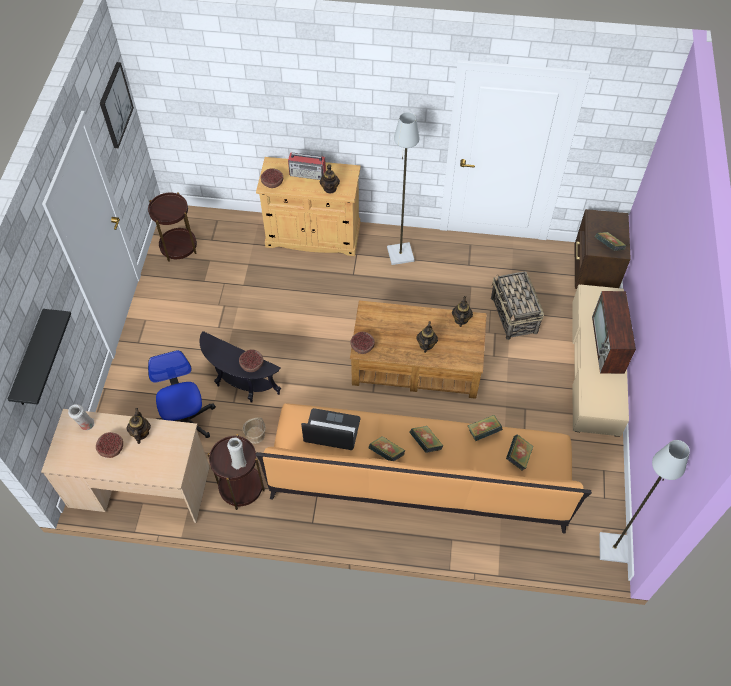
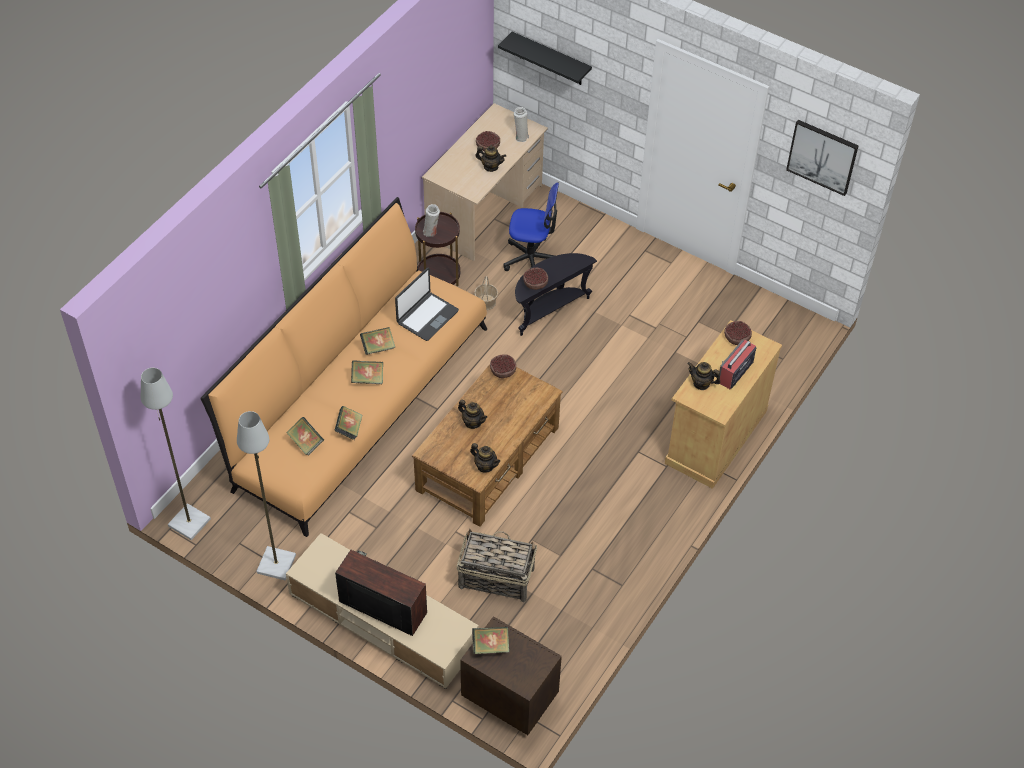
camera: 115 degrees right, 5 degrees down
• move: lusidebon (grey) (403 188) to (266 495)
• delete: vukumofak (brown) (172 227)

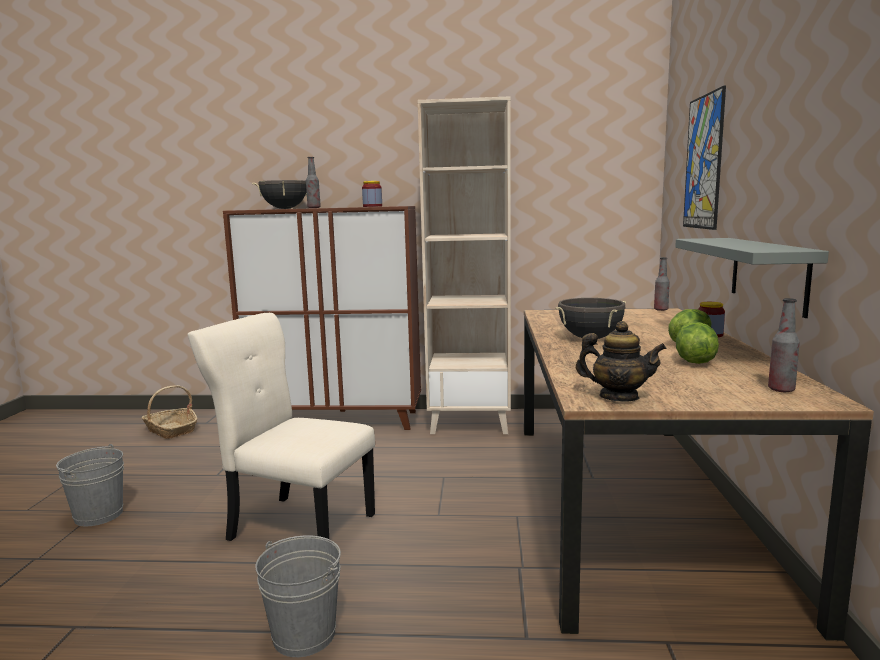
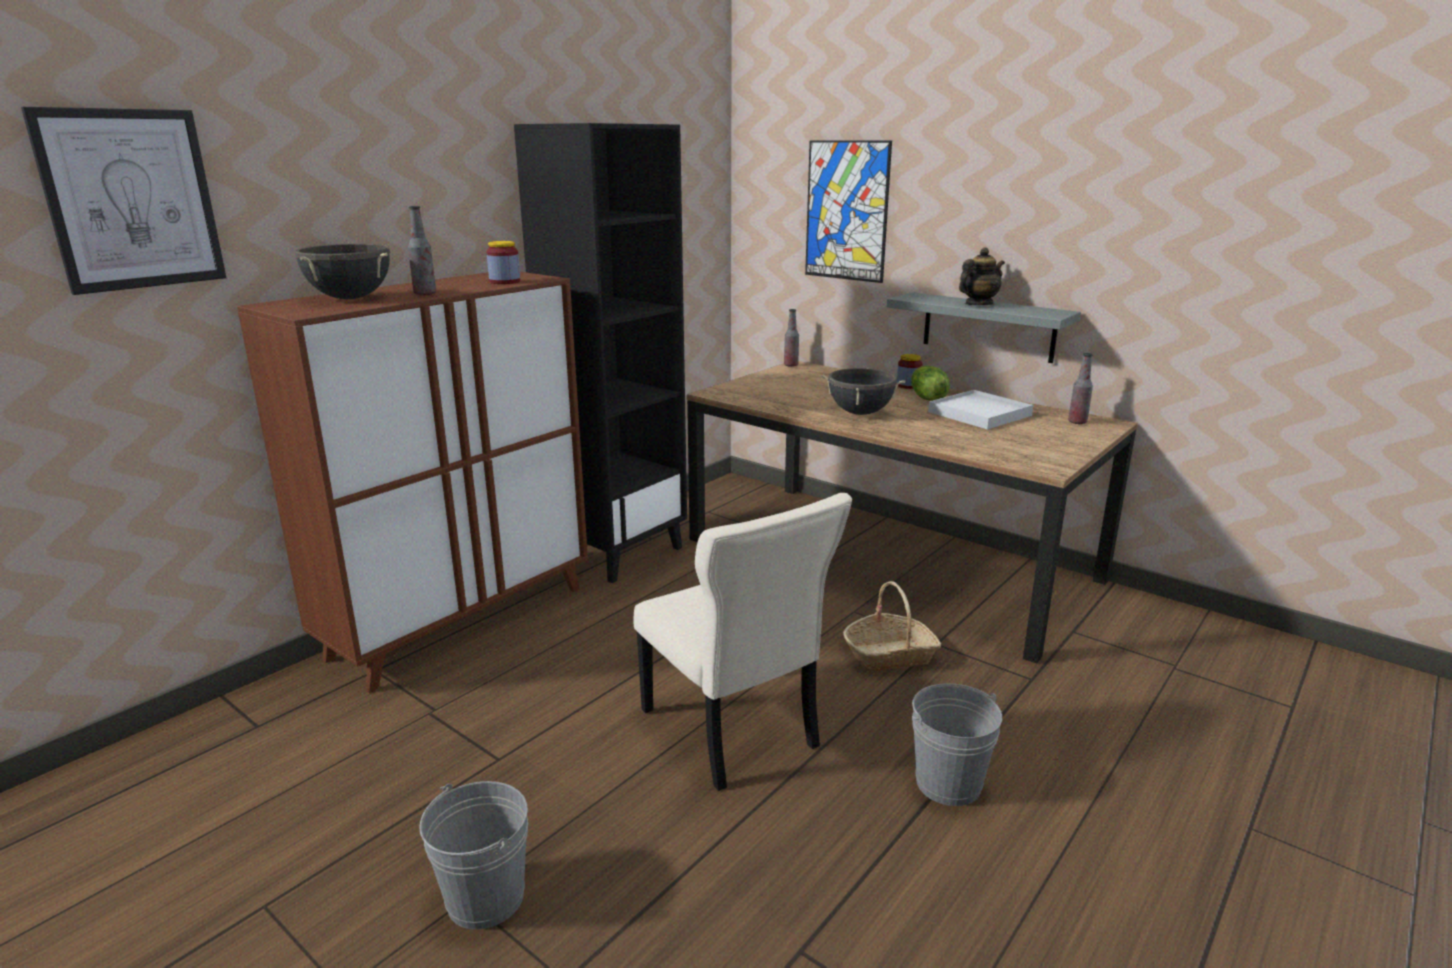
camera: 55 degrees left, 10 degrees up
• insert: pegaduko (123 201)
• recolor: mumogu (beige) (464 265) to mumogu (black) (600 353)
• rotate: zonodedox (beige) (281 427) = (743 642) 90 degrees counterclockwise
• move: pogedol (170 412) to (892 626)
• replace: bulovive (697 343) to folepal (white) (980 409)
• move: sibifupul (621 361) to (982 276)

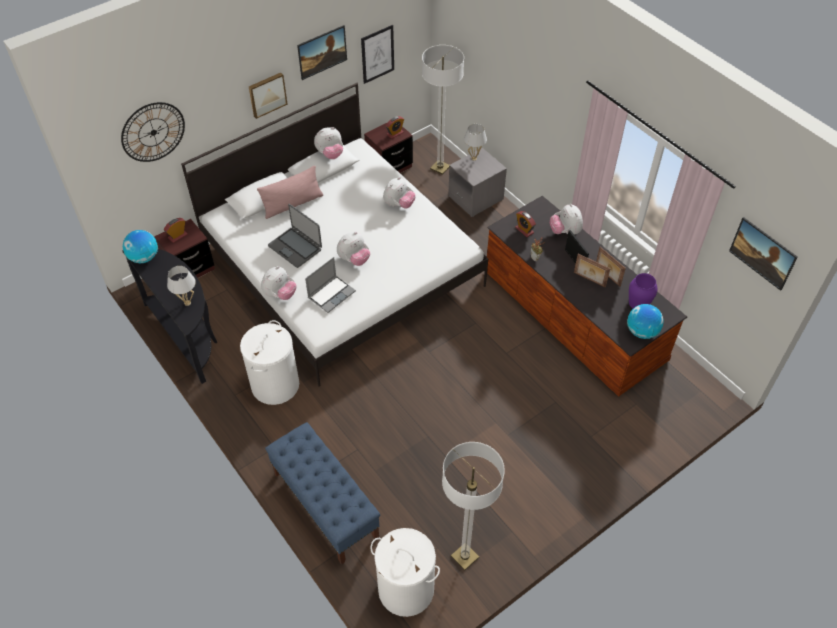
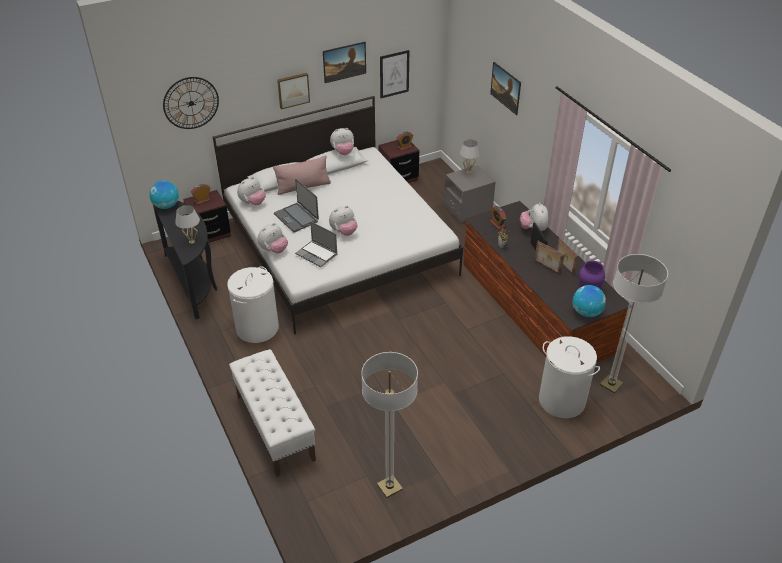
camera: 10 degrees right, 10 degrees down
• recolor: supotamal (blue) (322 493) to supotamal (white) (272 413)
• move: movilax (399 193) to (251 191)
• rotate: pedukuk (330 285) = (316 244) 75 degrees clockwise
• move: pegaduko (763 254) to (505 88)
• move: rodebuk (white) (405 572) to (569 377)
• move: lusidebon (443 110) to (634 323)

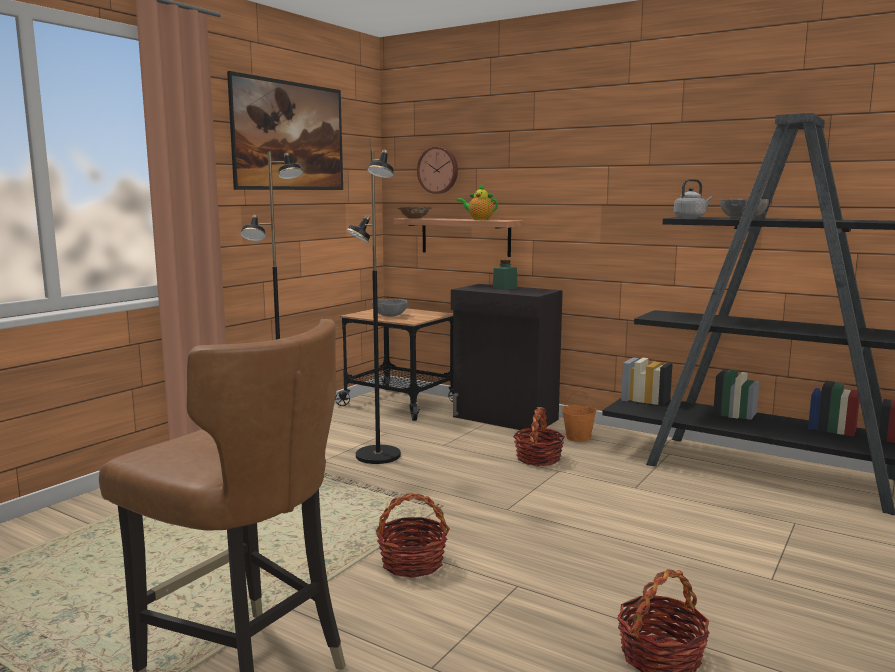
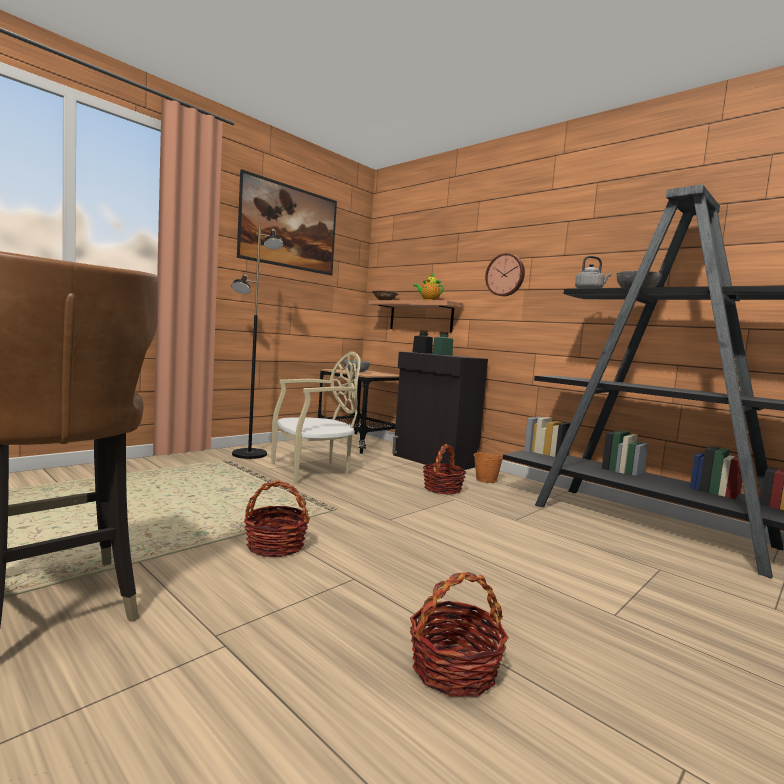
camera: 10 degrees right, 5 degrees down
• replace: lusidebon (black) (373 306) to zonodedox (beige) (315 418)
• insert: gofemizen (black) (422 342)
• move: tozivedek (437 170) to (505 274)

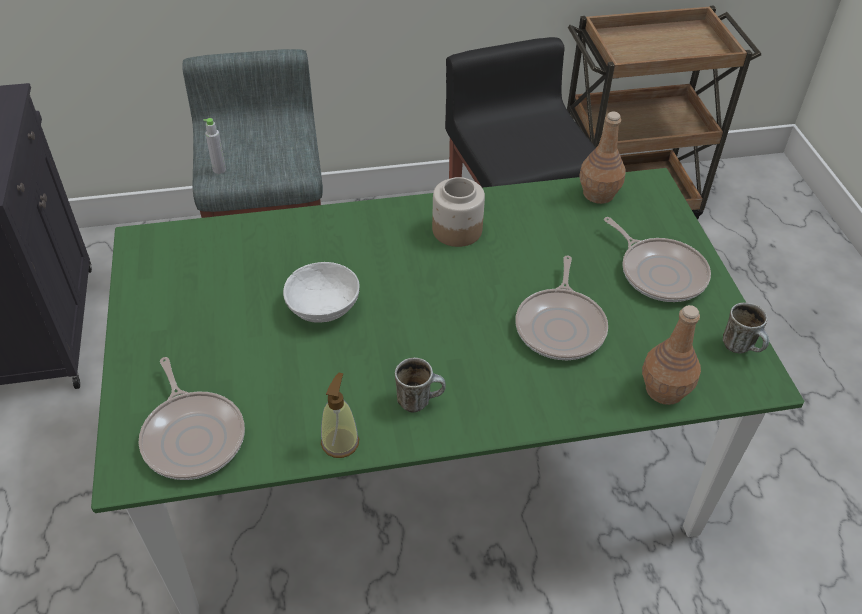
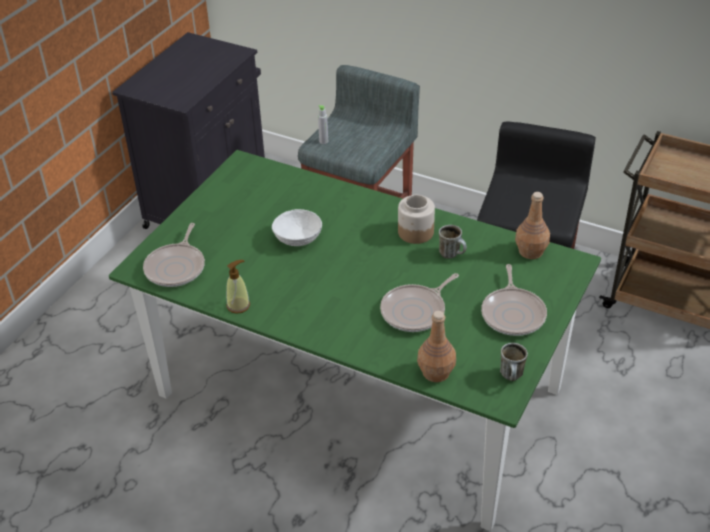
camera: 40 degrees right, 5 degrees down
• move: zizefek (420 385) to (453 242)

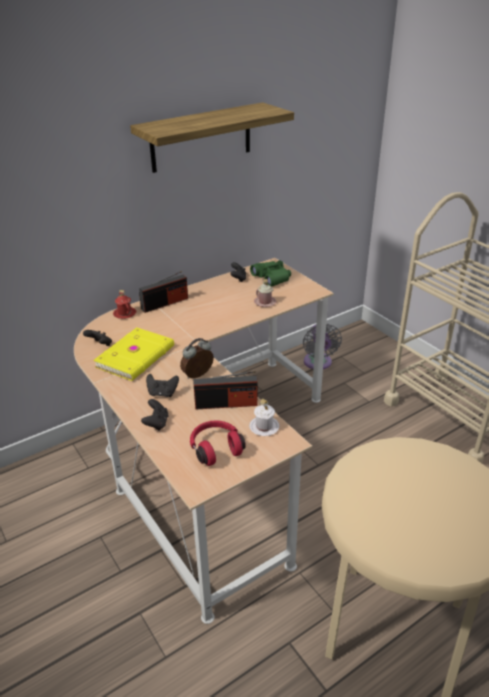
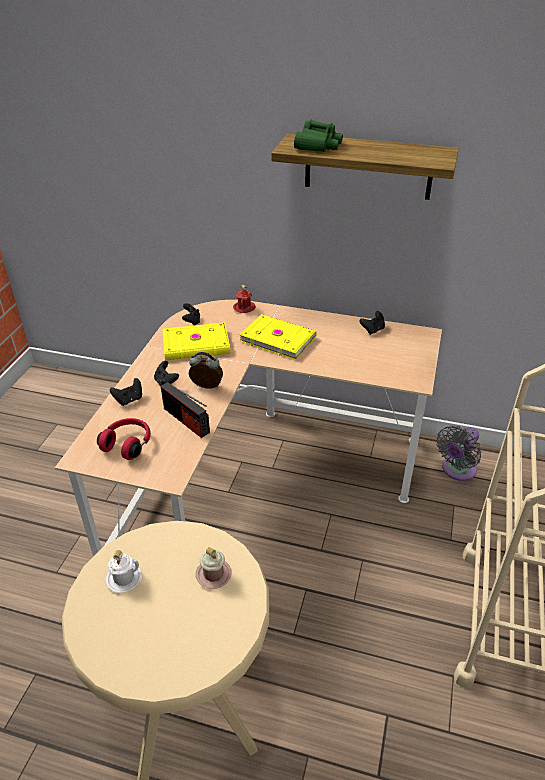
camera: 50 degrees right, 5 degrees up
• move: zizefek (white) (264 417) to (124 571)
• move: zizefek (pink) (265 293) to (214 568)
• insert: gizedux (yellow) (278 337)
• move: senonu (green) (270 273) to (318 135)
• delete: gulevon (163 292)

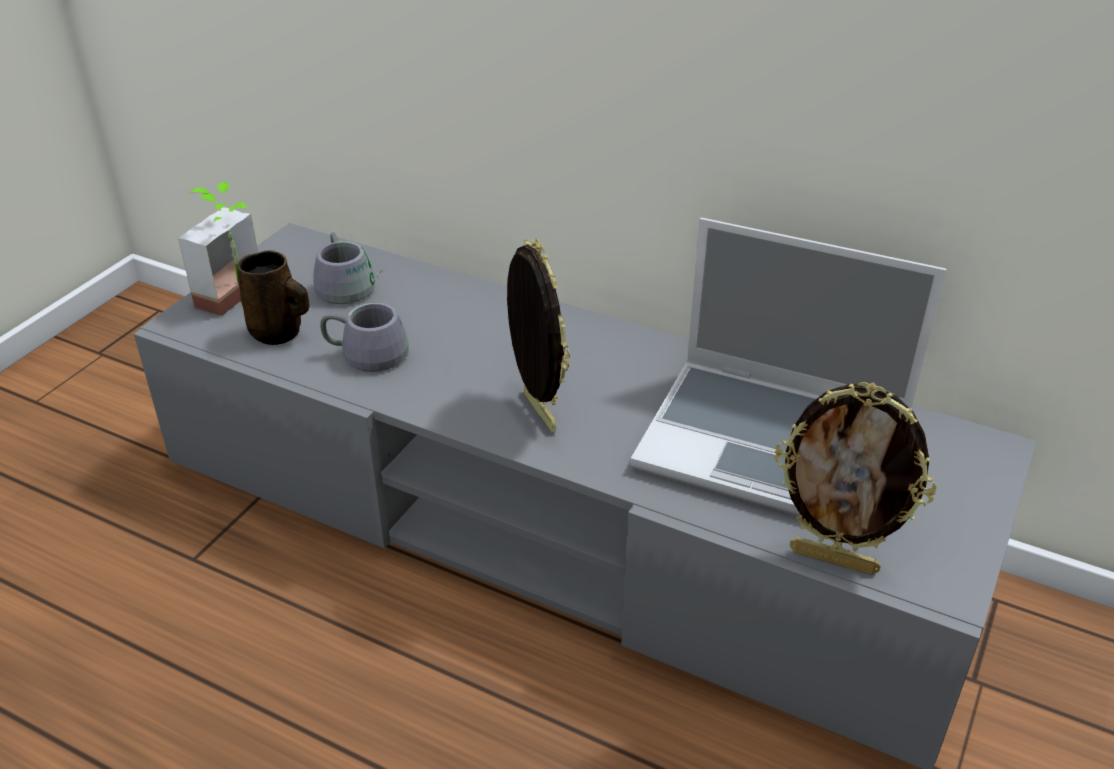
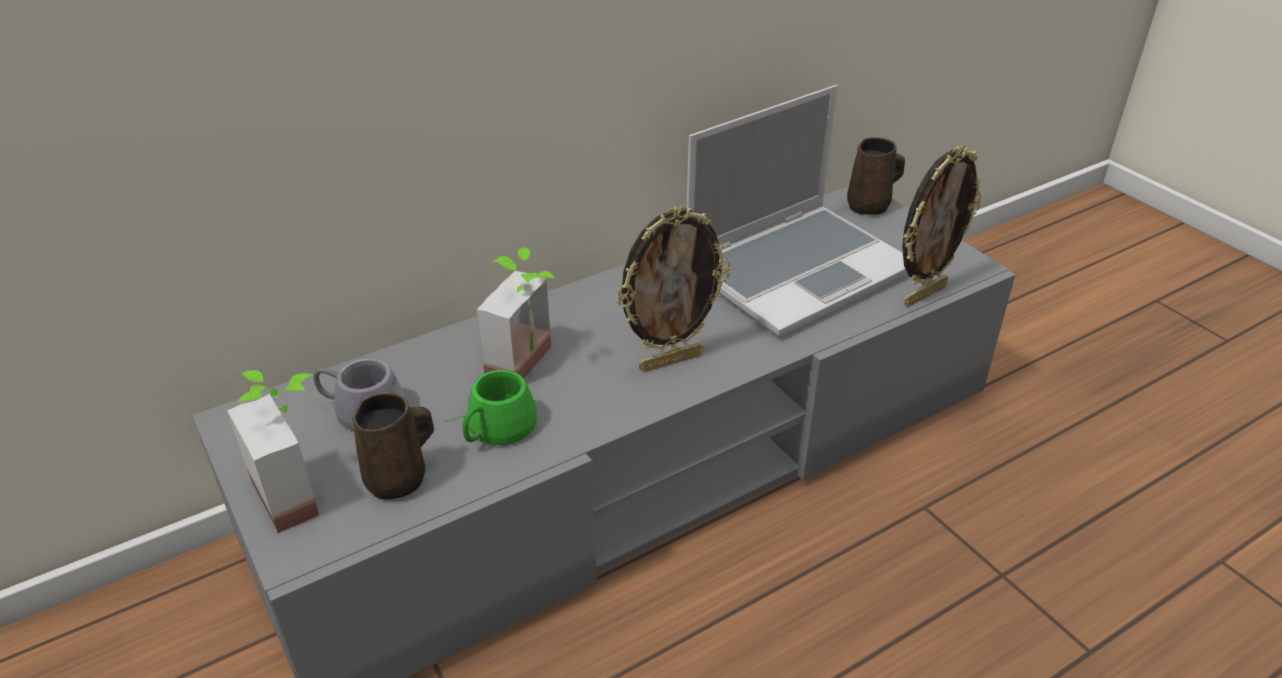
camera: 60 degrees left, 0 degrees up
• recolor: zizefek (grey) (364 337) to zizefek (green) (490 407)
• insert: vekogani (515 313)
• rotate: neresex (538 335) = (673 289) 150 degrees clockwise
• insert: zizefek (brown) (876 176)

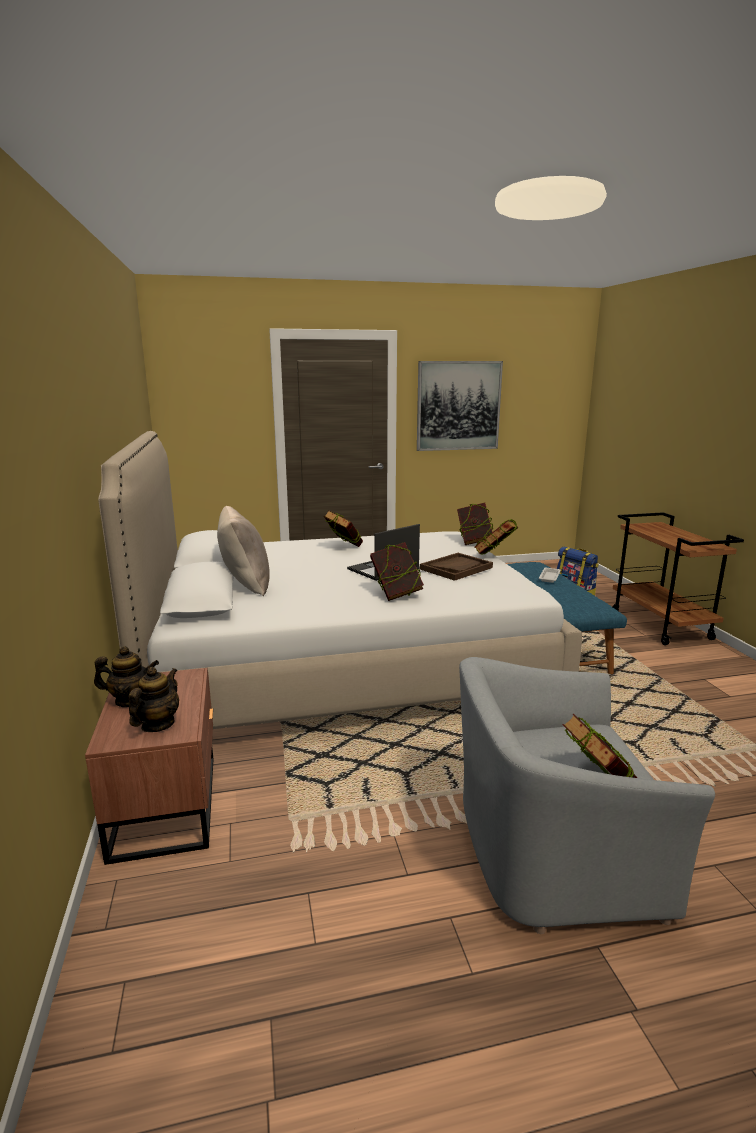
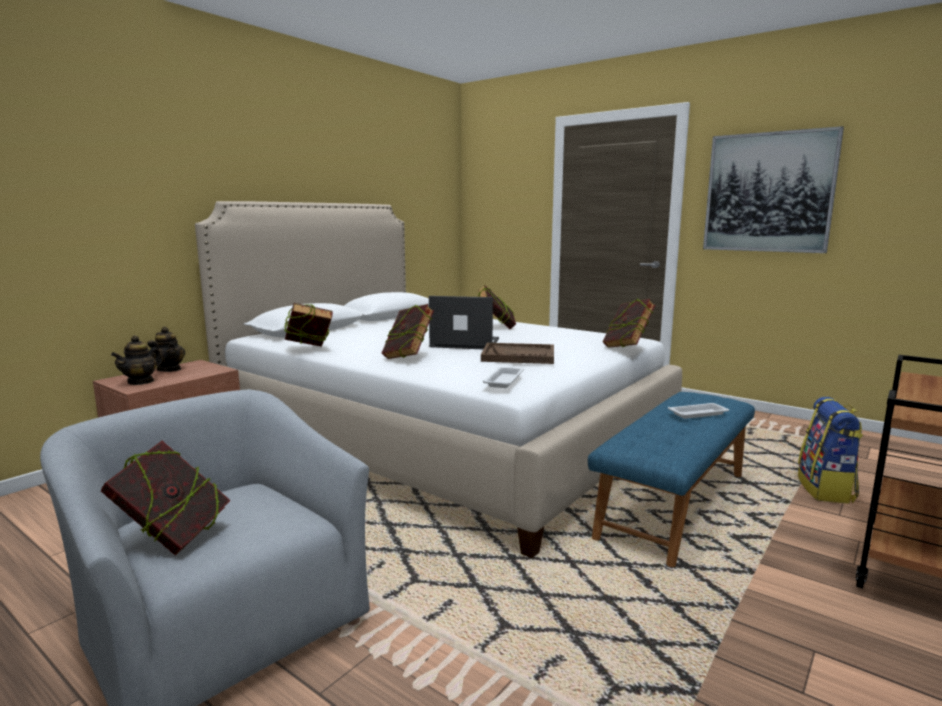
camera: 50 degrees right, 5 degrees down
• rotate: sibifupul (153 699) = (136 360) 135 degrees clockwise
• move: gizedux (496 537) to (308 325)
• insert: folepal (white) (503 377)
• delete: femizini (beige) (243 551)

